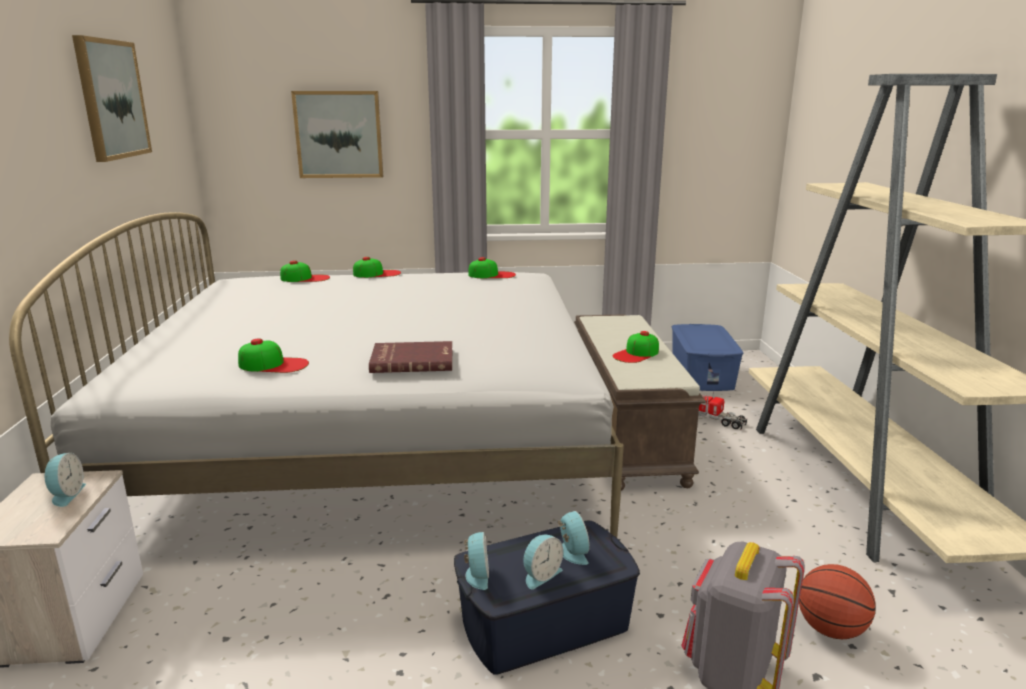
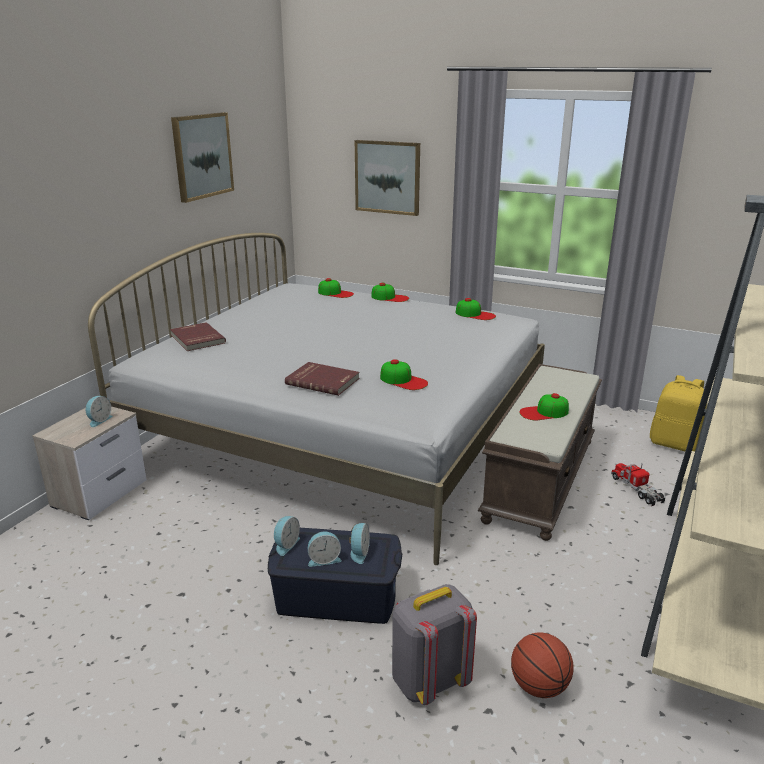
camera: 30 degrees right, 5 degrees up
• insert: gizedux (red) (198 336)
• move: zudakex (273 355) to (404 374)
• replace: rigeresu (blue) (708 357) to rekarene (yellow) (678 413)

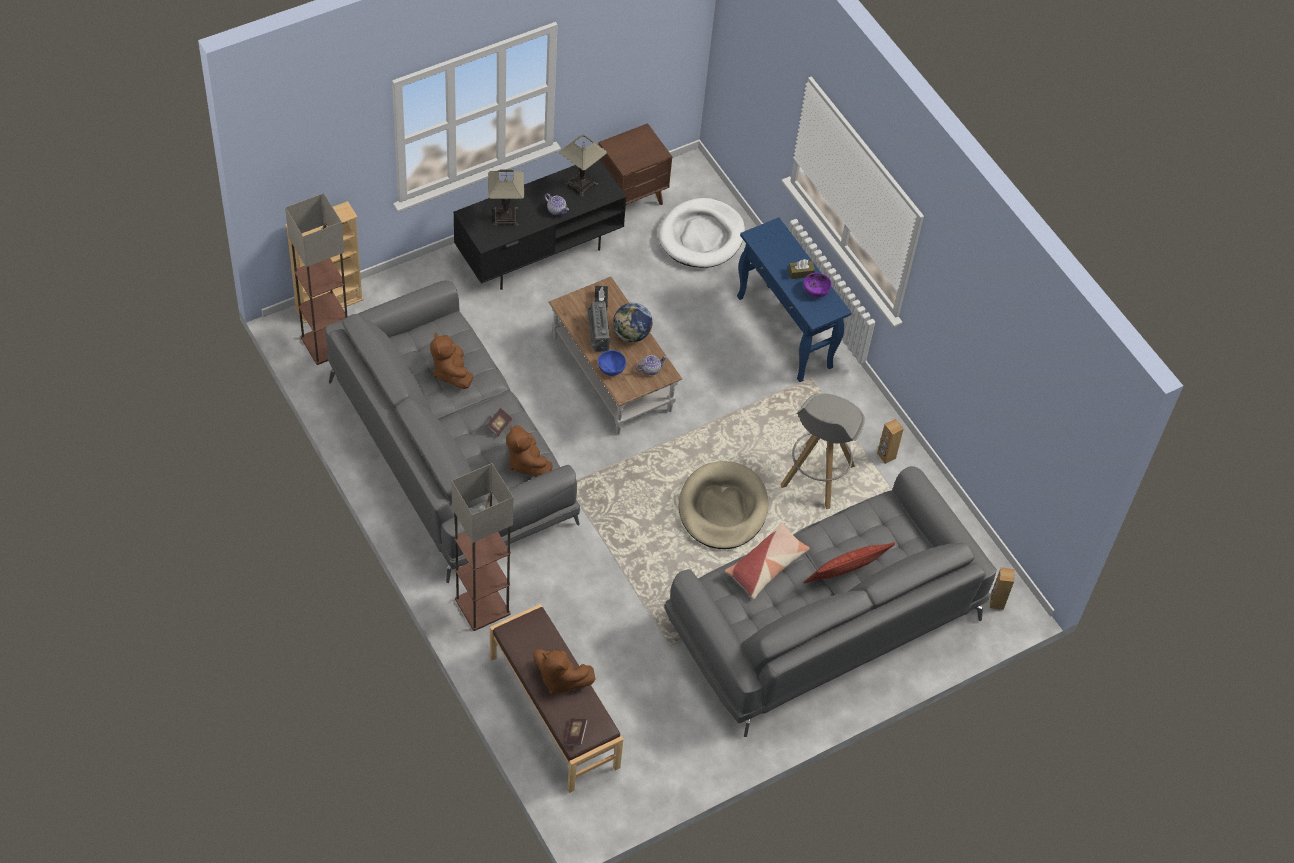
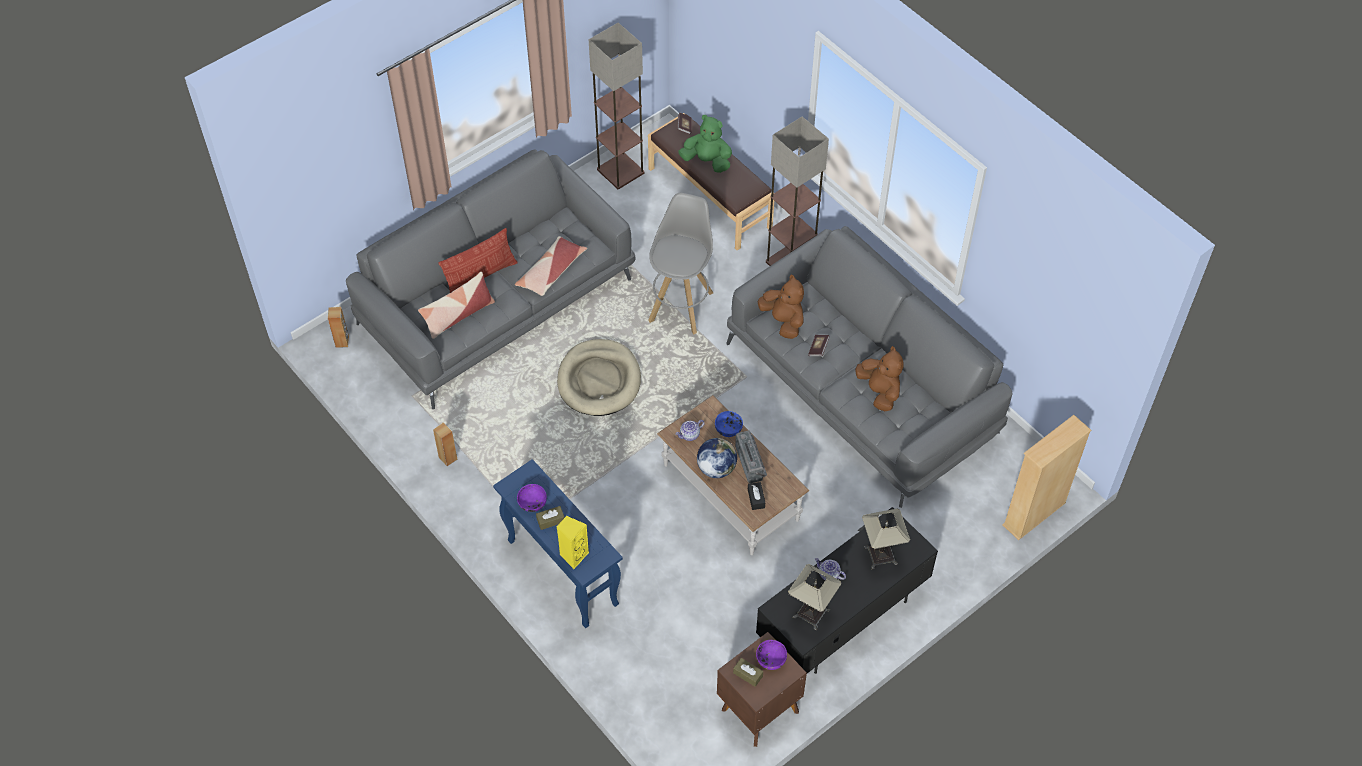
camera: 175 degrees right, 0 degrees up
• insert: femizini (456 305)
• insert: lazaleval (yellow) (572 542)
• move: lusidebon (316 279) to (616 106)
• move: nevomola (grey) (822 451) to (680 263)
• recolor: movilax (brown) (564 671) to movilax (green) (705 144)
• insert: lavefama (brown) (748 672)
• insert: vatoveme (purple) (771 655)
• delete: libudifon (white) (701 233)

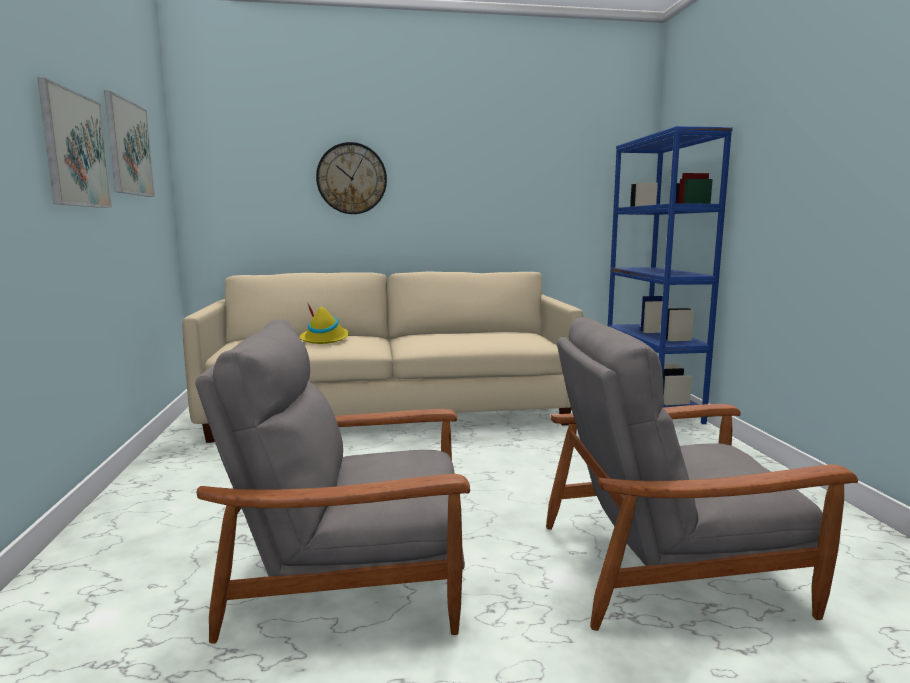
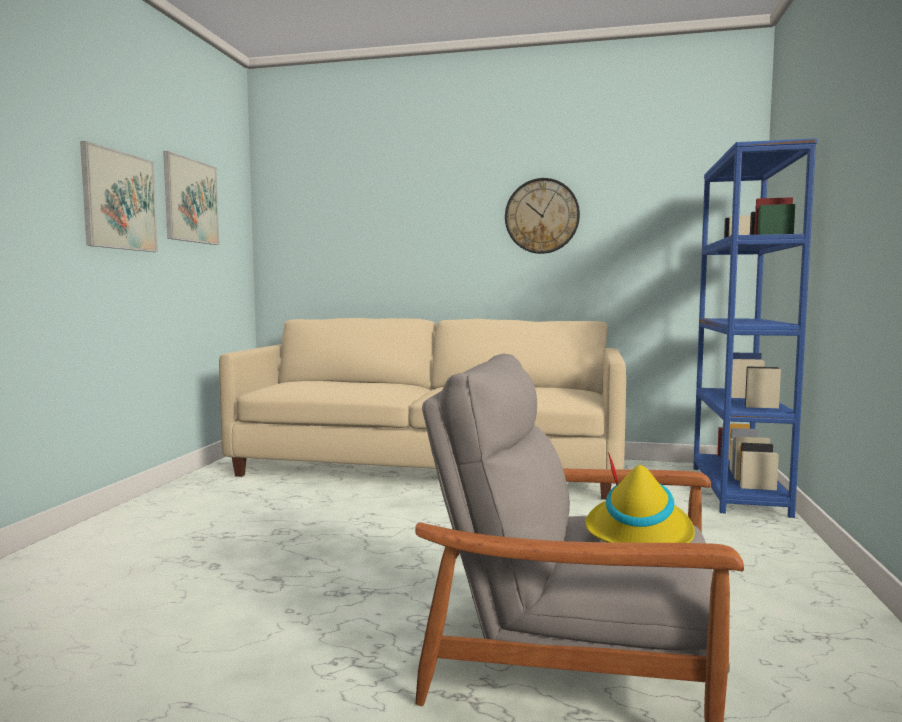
camera: 20 degrees right, 5 degrees down
• move: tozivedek (351 178) to (542 216)
• move: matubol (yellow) (324 323) to (640 497)
• delete: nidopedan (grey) (332 481)

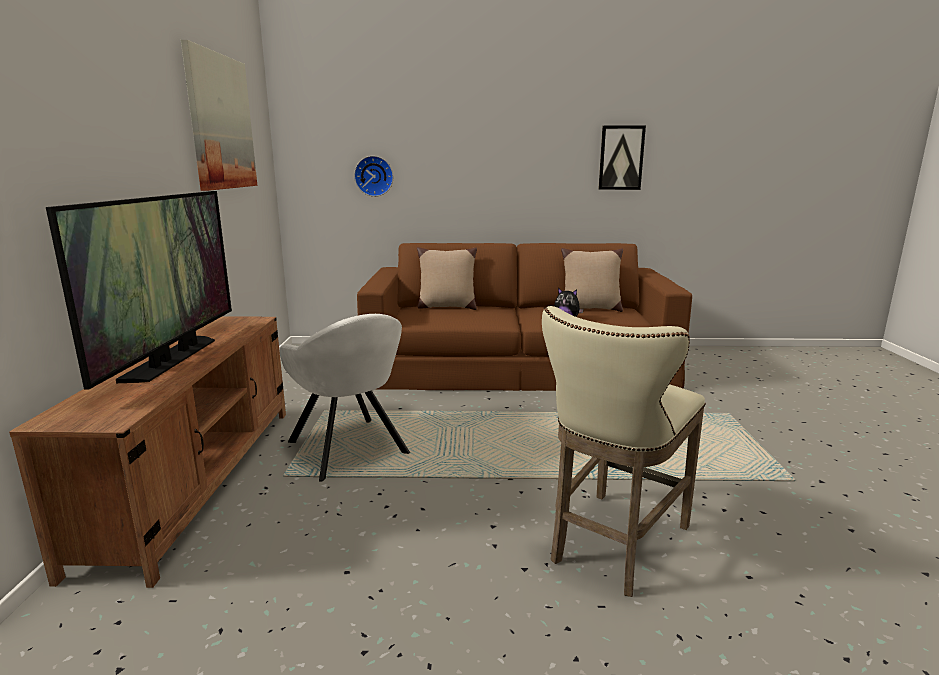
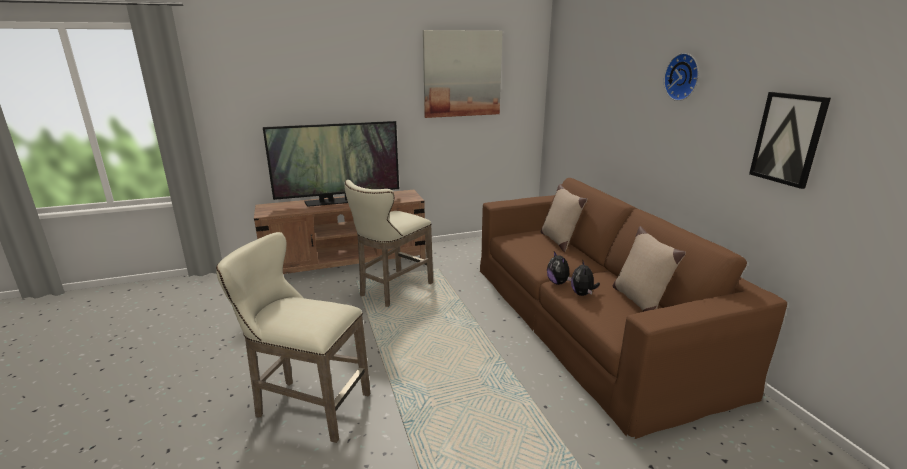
camera: 70 degrees right, 5 degrees up
• replace: nidopedan (white) (345 398) to nevomola (beige) (388 243)
• insert: movilax (559 268)
• move: tozivedek (373 176) to (681 77)

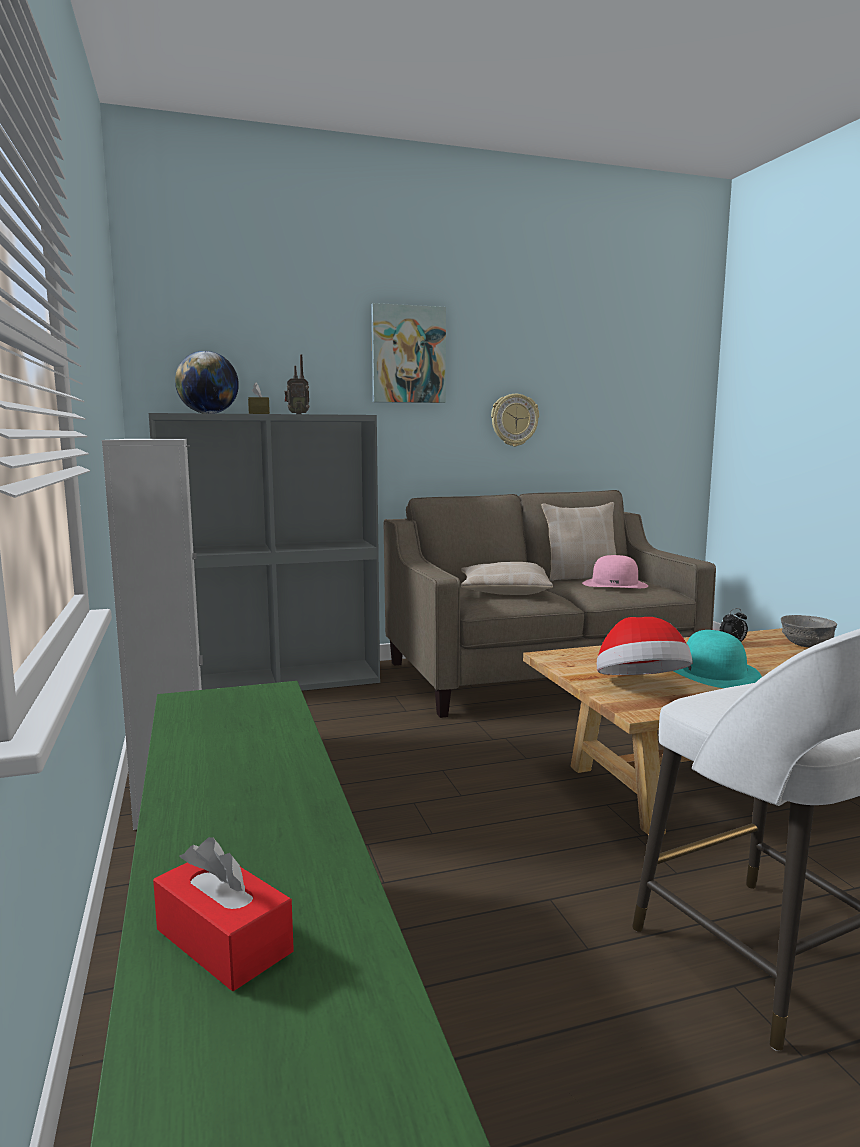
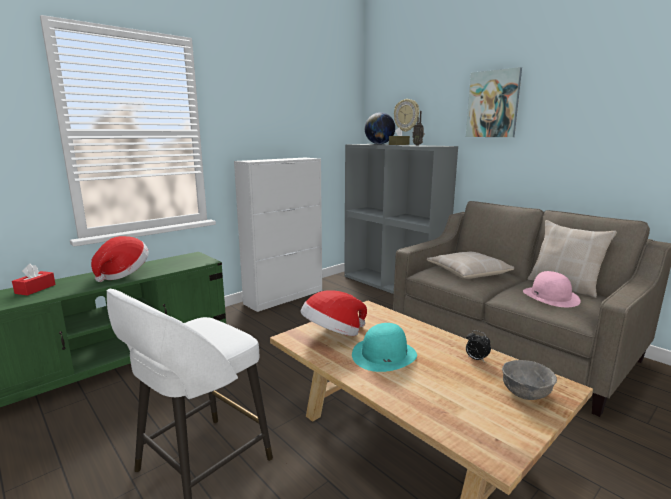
camera: 65 degrees right, 5 degrees up
• insert: matubol (120 259)
• move: tozivedek (515 420) to (406 115)

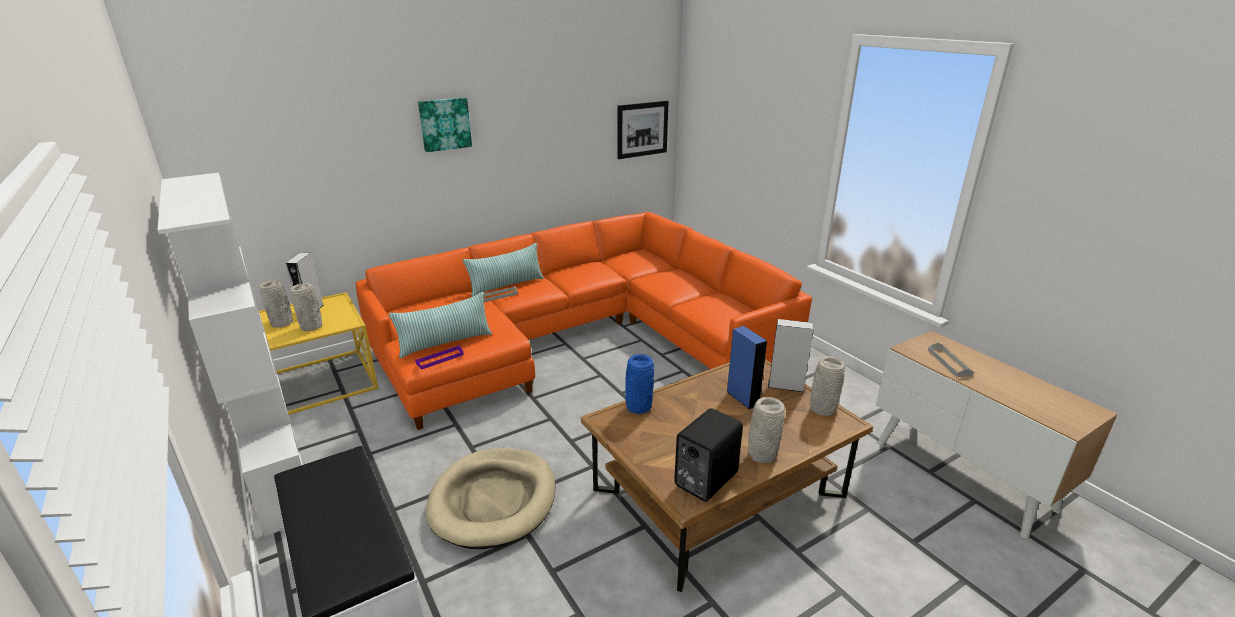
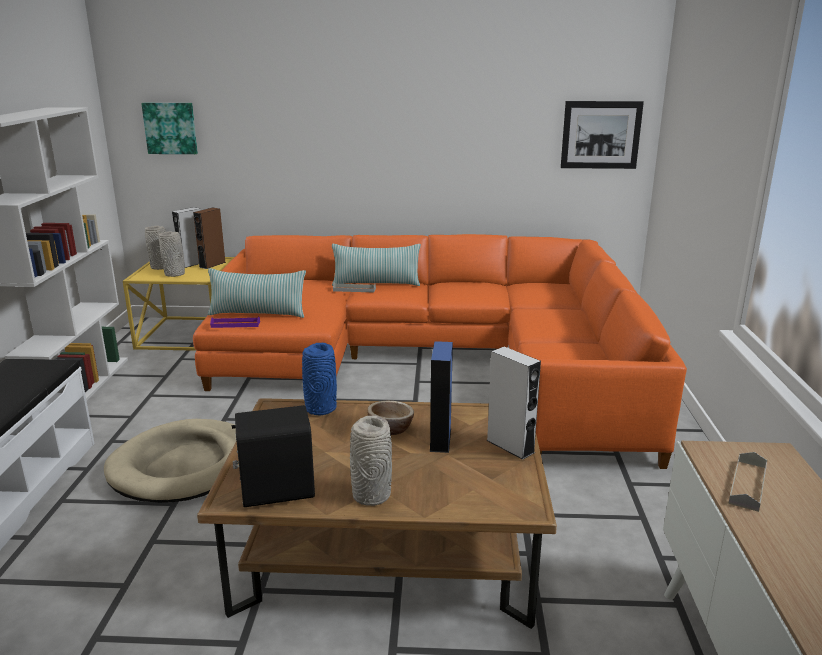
camera: 35 degrees right, 5 degrees down
• move: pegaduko (445 125) to (169 128)
• insert: lazaleval (brown) (209 238)
• insert: vatoveme (390 418)
• delete: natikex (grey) (827 386)

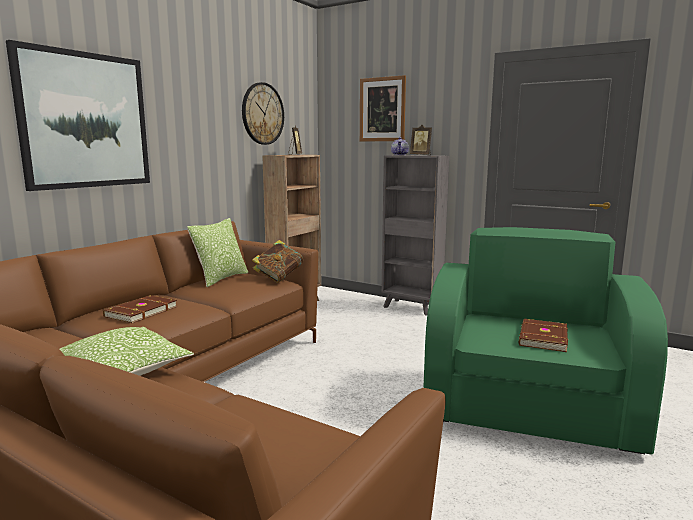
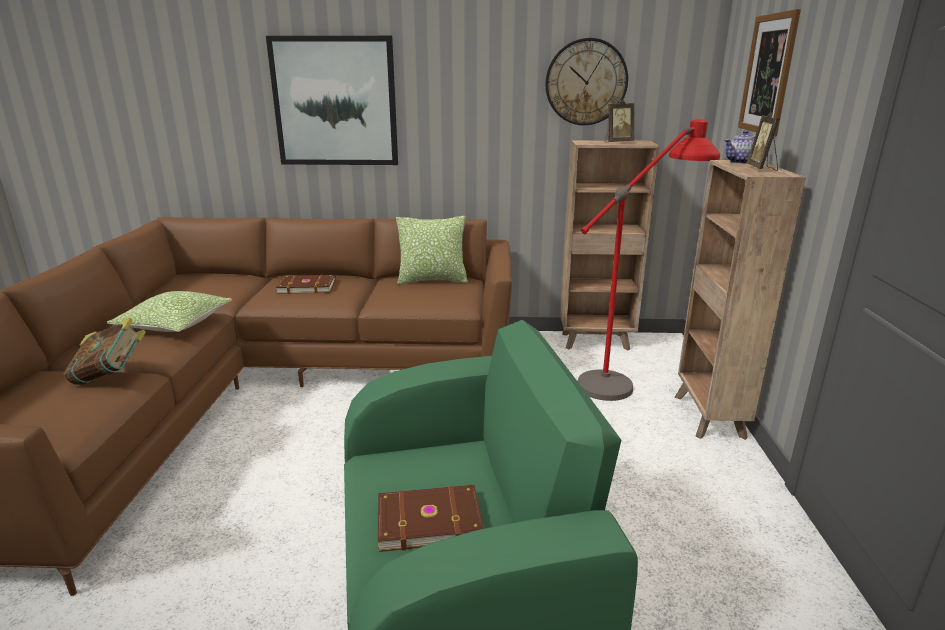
camera: 60 degrees right, 10 degrees up
• move: gizedux (277 261) to (105 351)
• insert: lusidebon (red) (649 260)
• recolor: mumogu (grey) (415 235) to mumogu (brown) (740 300)

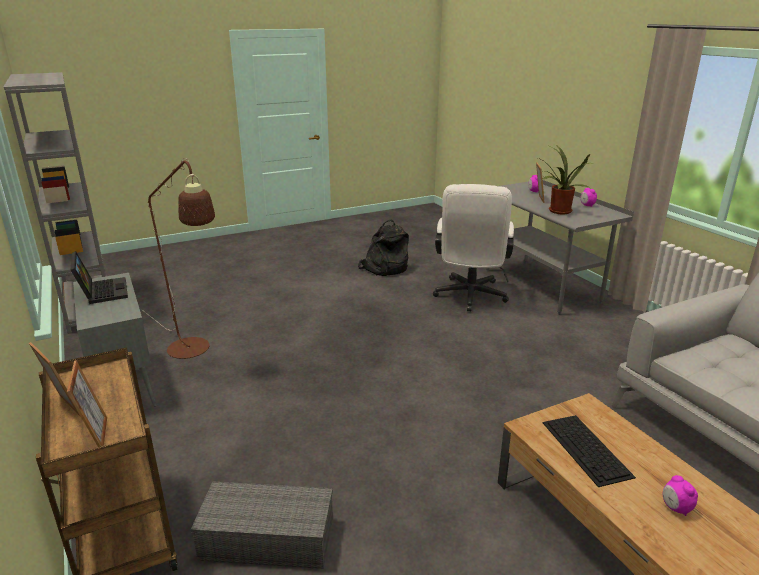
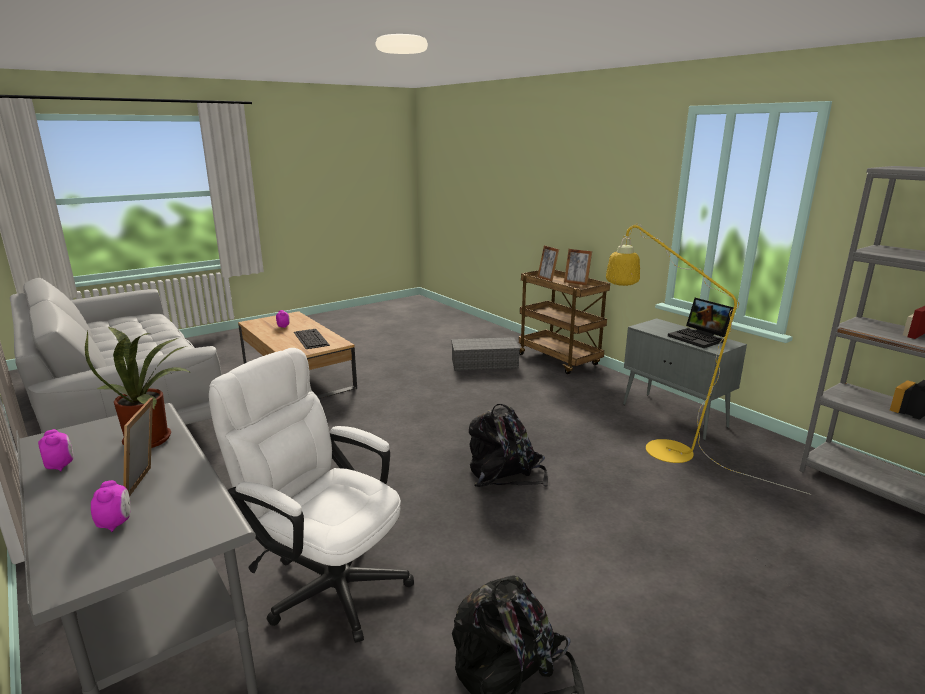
camera: 170 degrees right, 5 degrees down
• rotate: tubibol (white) (473 248) = (311 495) 60 degrees counterclockwise
• insert: rekarene (black) (508 445)
• recolor: lusidebon (brown) (178 258) to lusidebon (yellow) (709 359)

